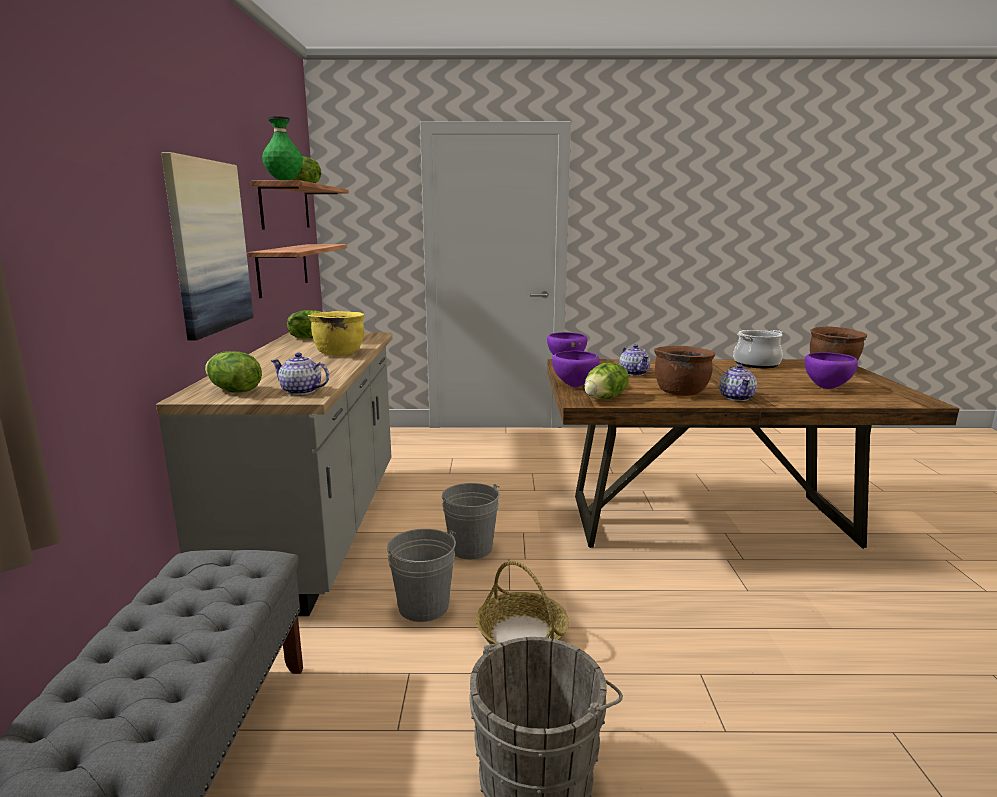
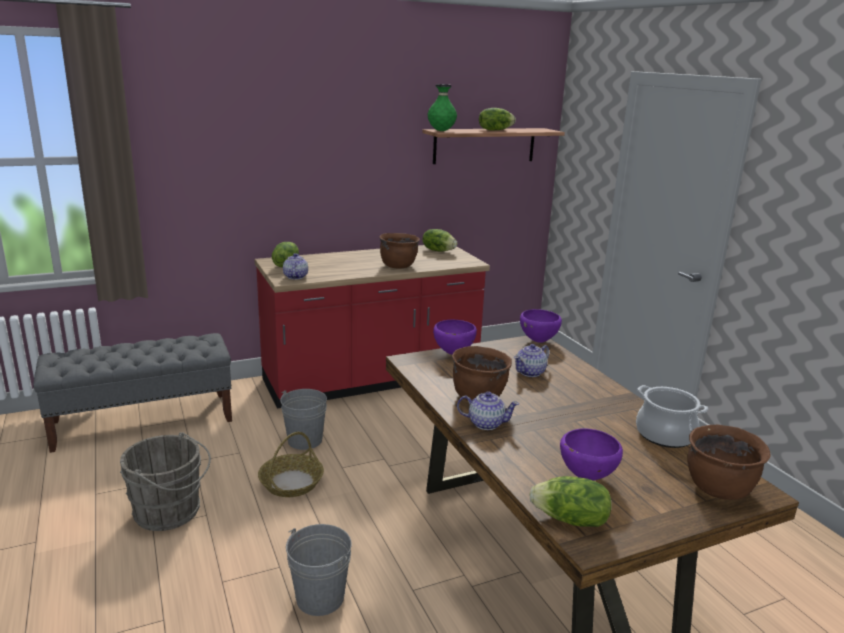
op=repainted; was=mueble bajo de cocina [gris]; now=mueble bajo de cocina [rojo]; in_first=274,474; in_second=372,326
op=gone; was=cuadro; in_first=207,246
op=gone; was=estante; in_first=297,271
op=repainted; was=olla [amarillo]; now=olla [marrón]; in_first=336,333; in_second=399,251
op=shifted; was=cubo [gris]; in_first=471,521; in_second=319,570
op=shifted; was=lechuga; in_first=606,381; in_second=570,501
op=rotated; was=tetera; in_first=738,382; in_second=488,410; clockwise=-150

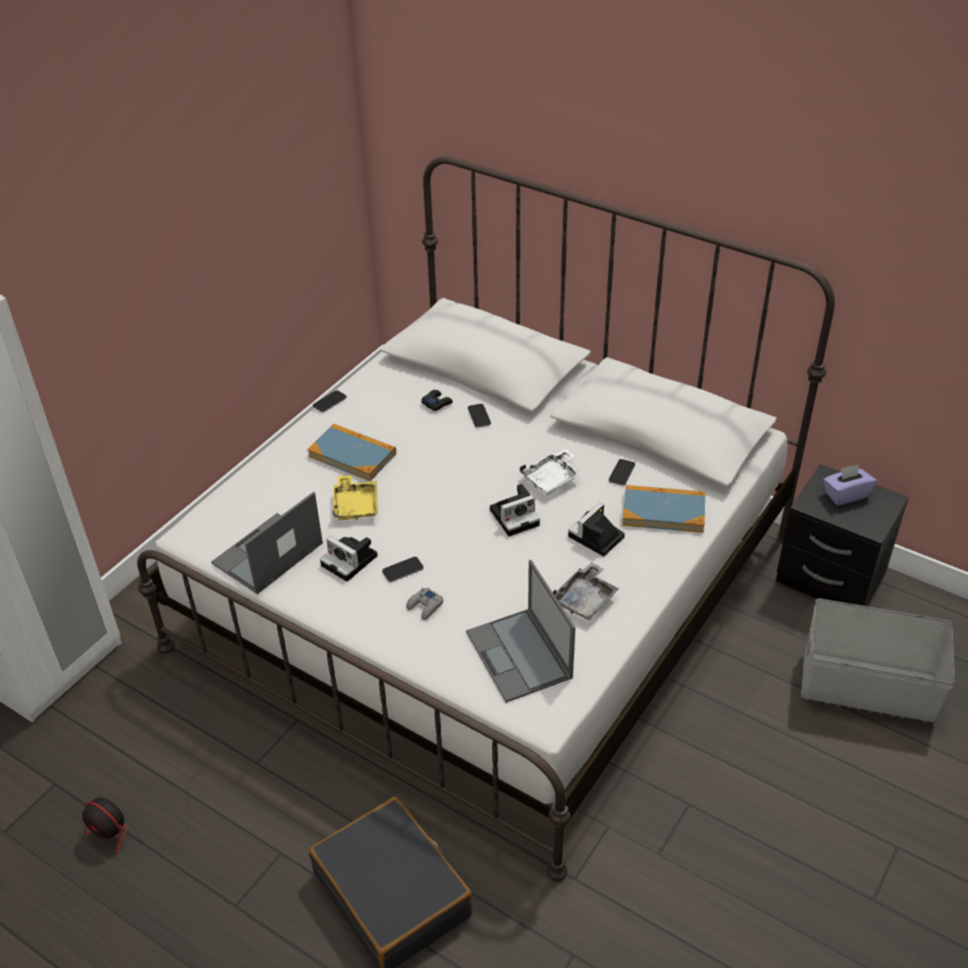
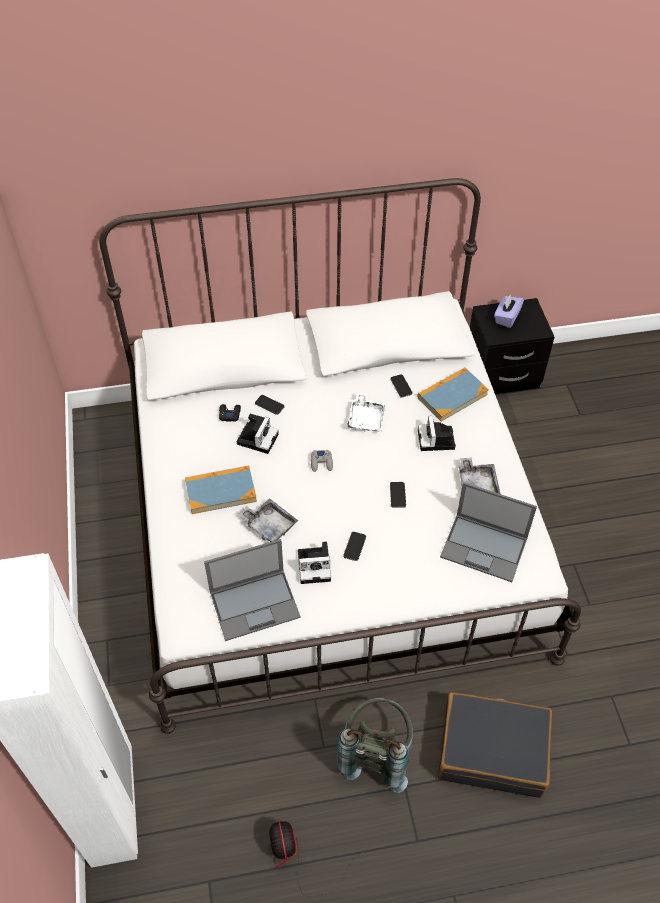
op=rotated; was=ventilador; in_first=140,813; in_second=320,859; clockwise=90
op=rotated; was=portátil; in_first=267,543; in_second=252,590; clockwise=-105
op=shifted; was=móvil; in_first=330,401; in_second=398,495
op=repainted; was=bandeja [amarillo]; now=bandeja [gris]; in_first=355,497; in_second=268,520
op=shifted; was=mando de consola [gris]; in_first=424,604; in_second=322,461
op=shifted; was=cámara; in_first=515,510; in_second=258,434
op=gone; was=caja de almacenaje [gris]; in_first=878,660
op=new; now=mochila [gris]; in_second=375,745

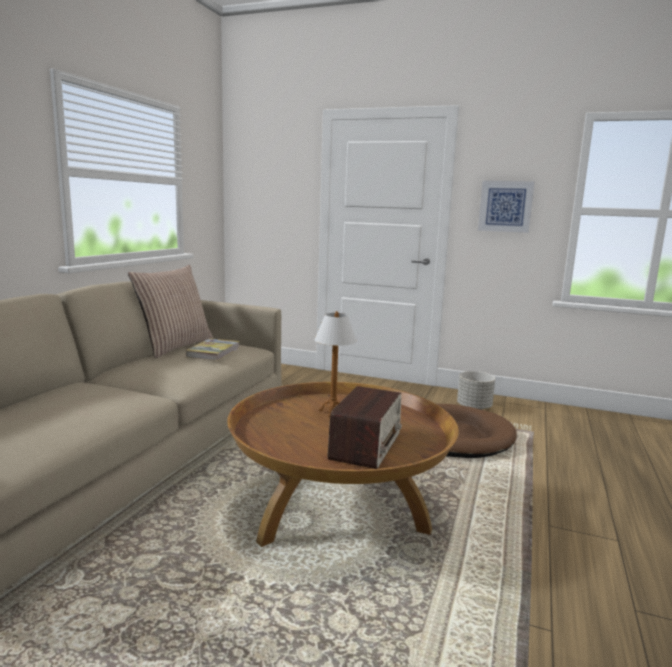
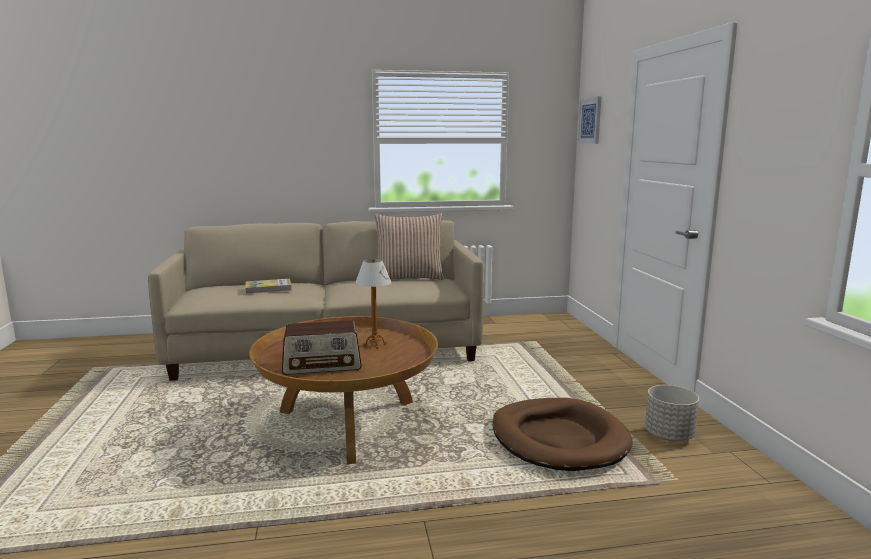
op=shifted; was=libro; in_first=213,349; in_second=268,286
op=shifted; was=cuadro; in_first=506,207; in_second=589,120

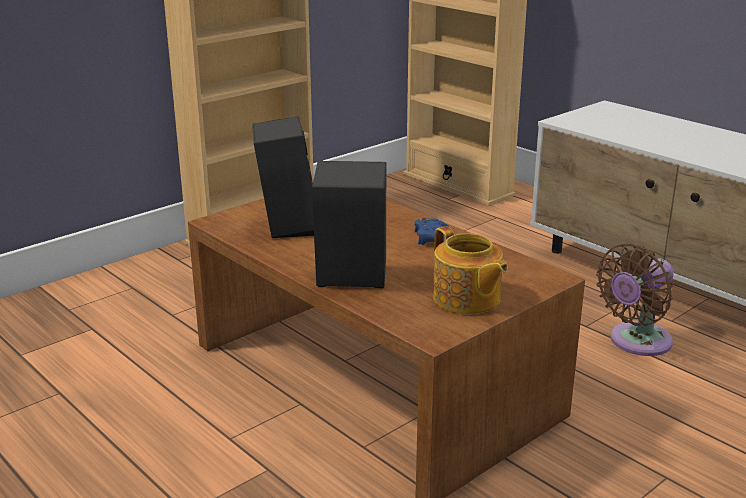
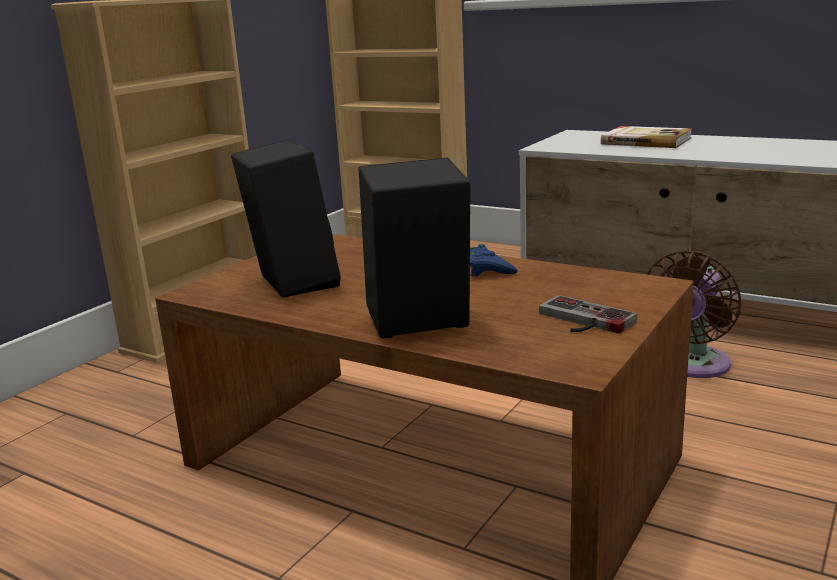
op=swapped; was=tetera; now=mando de consola; in_first=470,270; in_second=588,314
op=new; now=libro; in_second=646,137

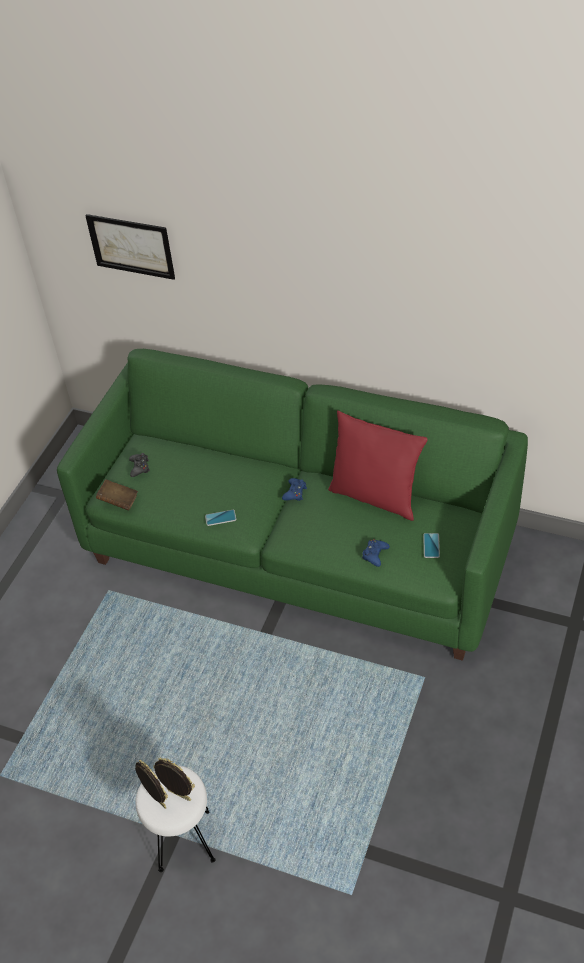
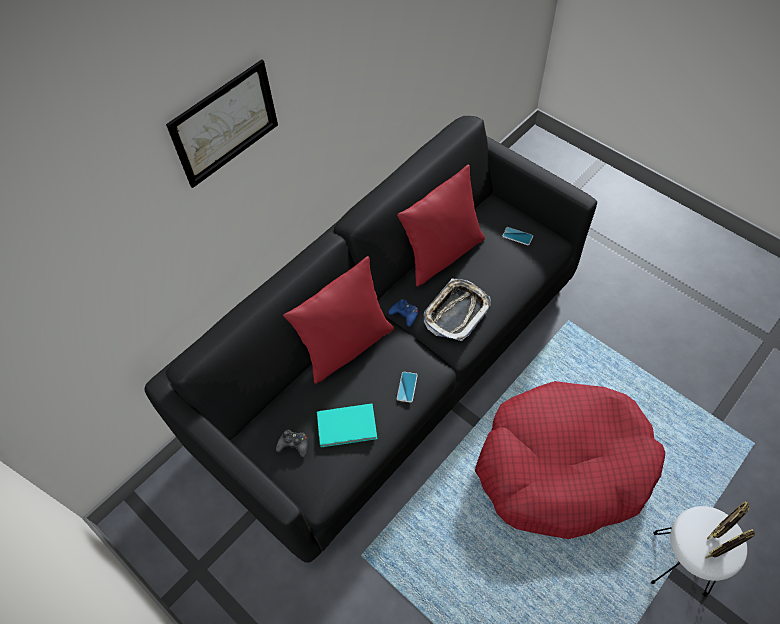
op=repainted; was=sofá [verde]; now=sofá [negro]; in_first=292,505; in_second=371,339
op=shifted; was=cuadro; in_first=130,247; in_second=222,124
op=gone; was=libro [marrón]; in_first=117,495
op=gone; was=mando de consola [azul]; in_first=376,553
op=new; now=cojín [rojo]; in_second=338,320
op=new; now=libro [turquesa]; in_second=347,425
op=new; now=bandeja; in_second=457,310
op=new; now=cama para perro [rojo]; in_second=570,460

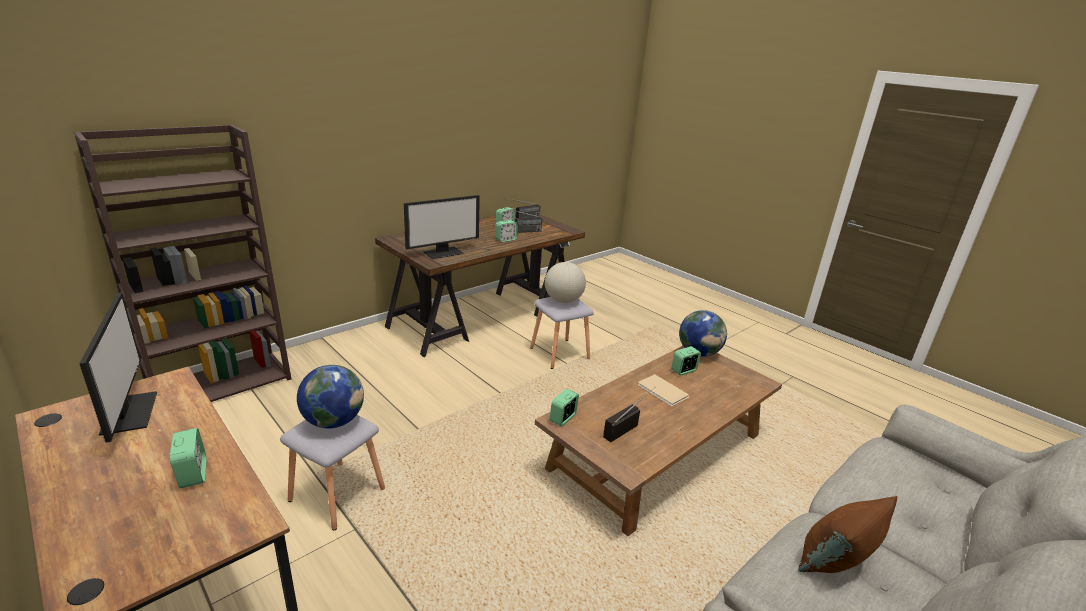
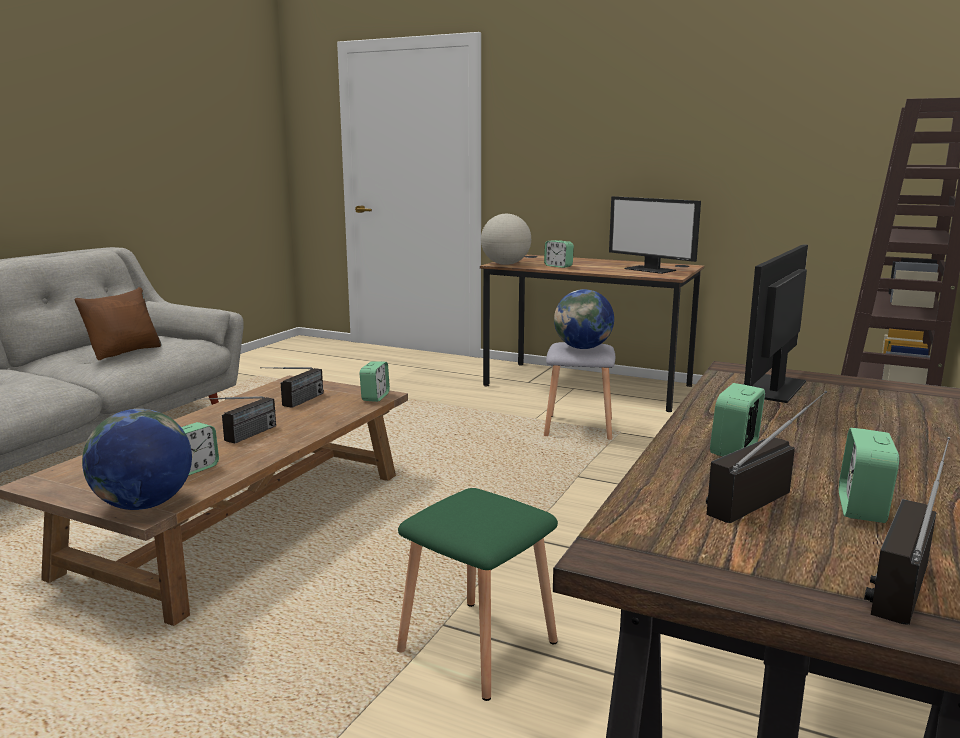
op=repainted; was=taburete [gris]; now=taburete [verde]; in_first=562,333; in_second=477,594
op=shifted; was=globo terráqueo; in_first=565,282; in_second=506,239
op=swapped; was=libro [beis]; now=radio; in_first=664,390; in_second=235,419

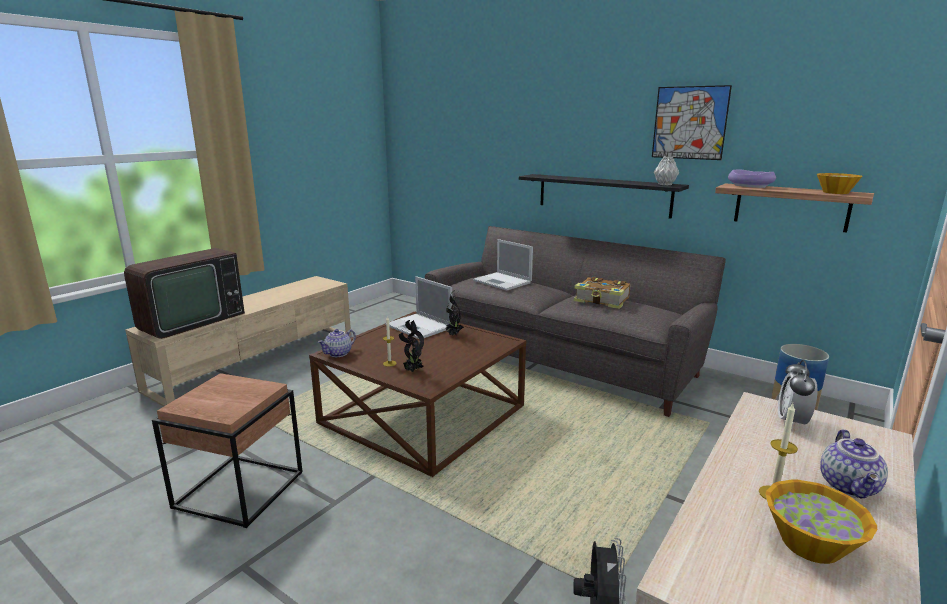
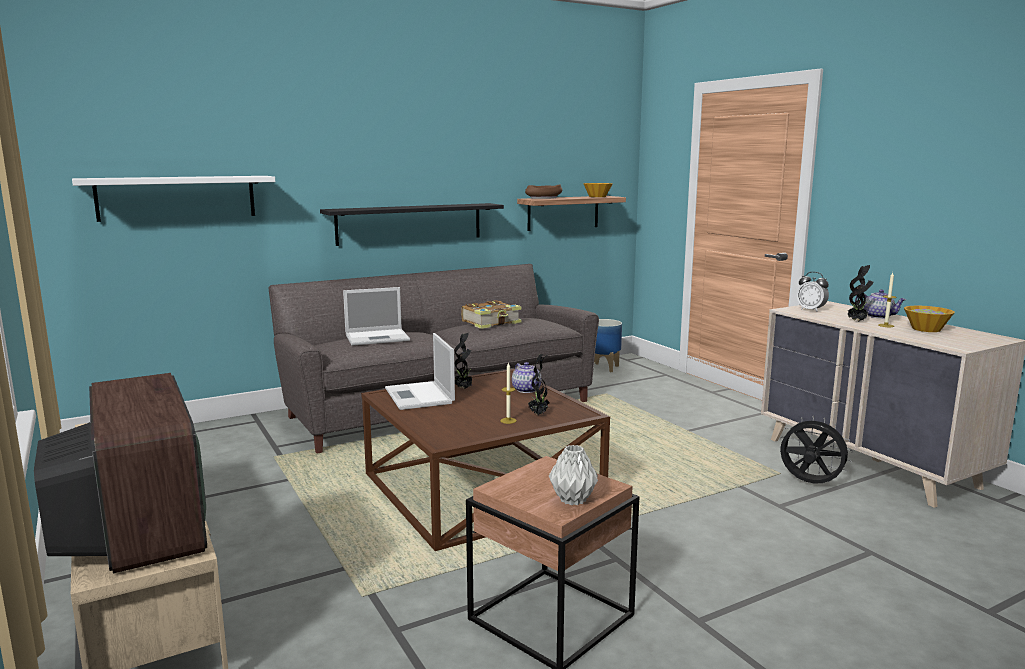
op=shifted; was=tetera; in_first=337,343; in_second=526,377
op=rotated; was=portátil; in_first=419,307; in_second=420,371; clockwise=90
op=gone; was=cuadro; in_first=692,122
op=shifted; was=florero [gris]; in_first=666,171; in_second=573,475
op=repainted; was=cuenco [morado]; now=cuenco [marrón]; in_first=752,179; in_second=543,191
op=new; now=estante [blanco]; in_second=173,199
op=new; now=planta en maceta; in_second=860,293

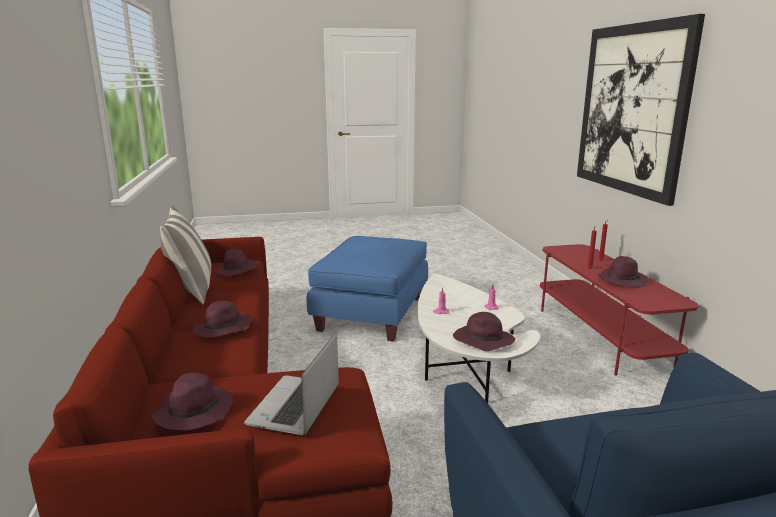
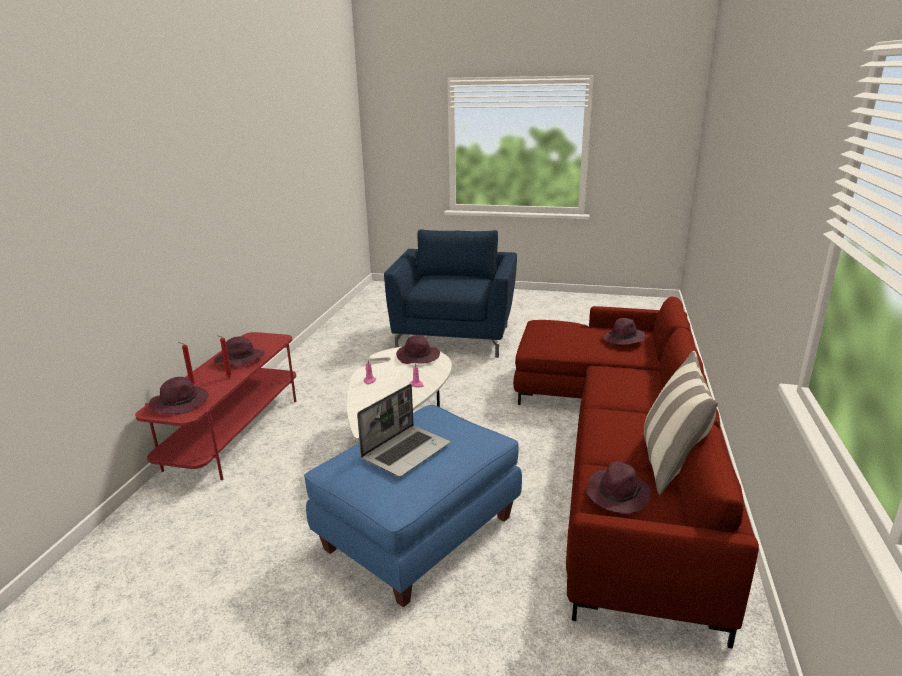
op=shifted; was=sombrero [morado]; in_first=222,319; in_second=179,395
op=shifted; was=portátil; in_first=291,383; in_second=403,430
op=gone; was=cuadro; in_first=641,110

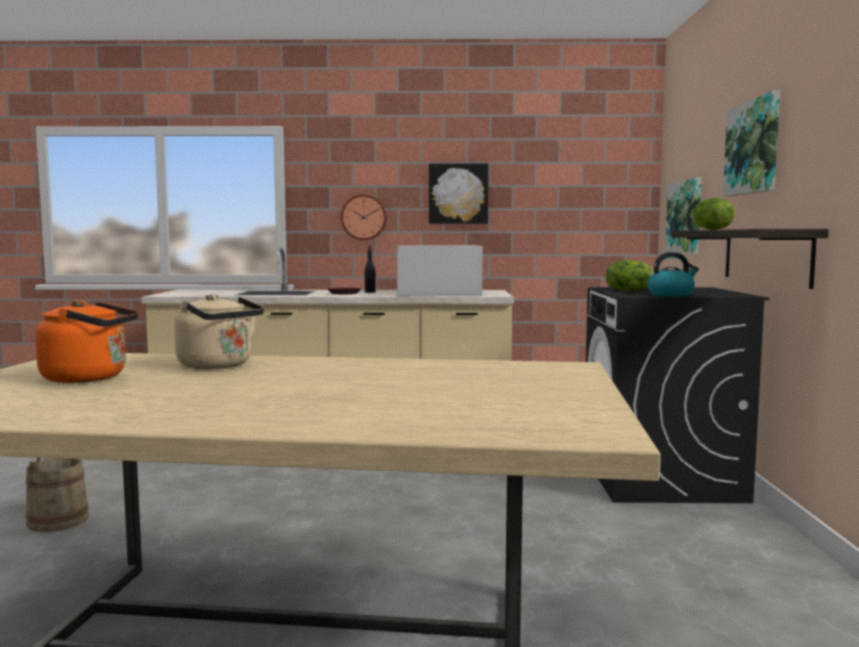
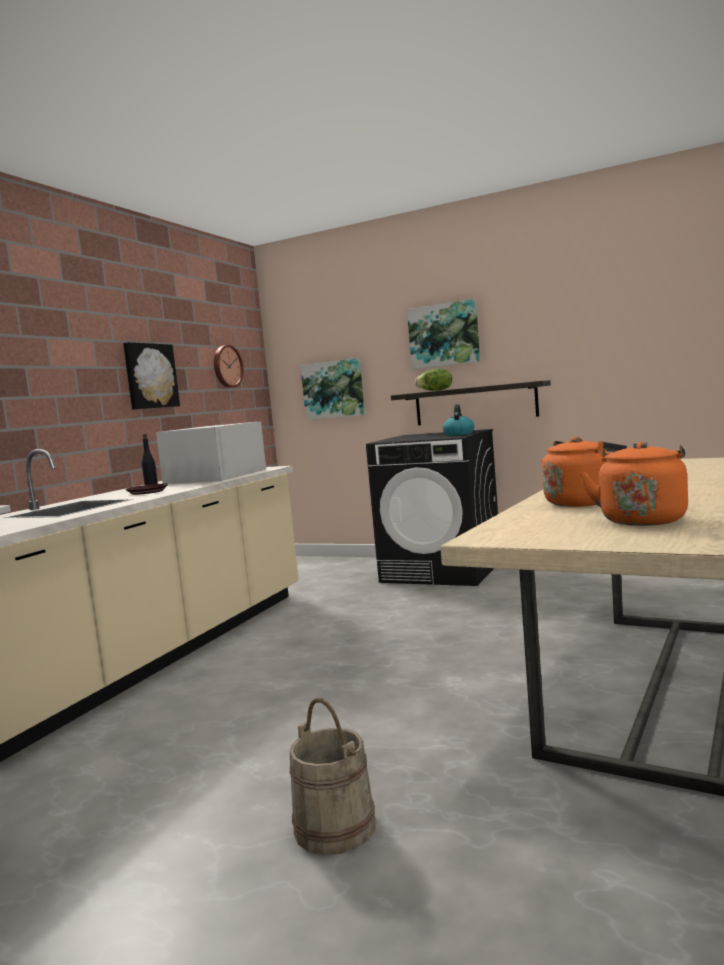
op=repainted; was=hervidor [beis]; now=hervidor [naranja]; in_first=219,331; in_second=584,472
op=shifted; was=reloj de pared; in_first=364,217; in_second=229,366
op=gone; was=lechuga; in_first=630,275

